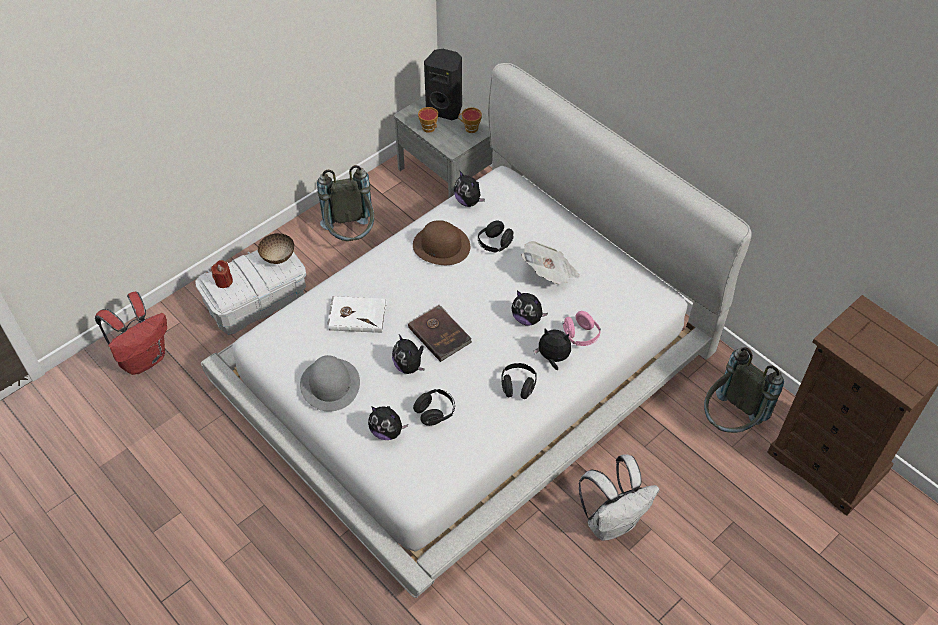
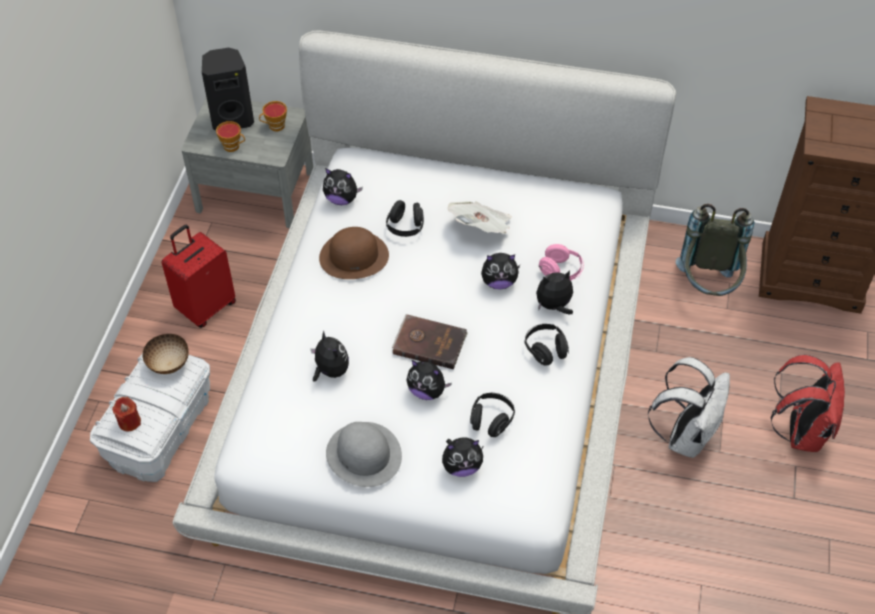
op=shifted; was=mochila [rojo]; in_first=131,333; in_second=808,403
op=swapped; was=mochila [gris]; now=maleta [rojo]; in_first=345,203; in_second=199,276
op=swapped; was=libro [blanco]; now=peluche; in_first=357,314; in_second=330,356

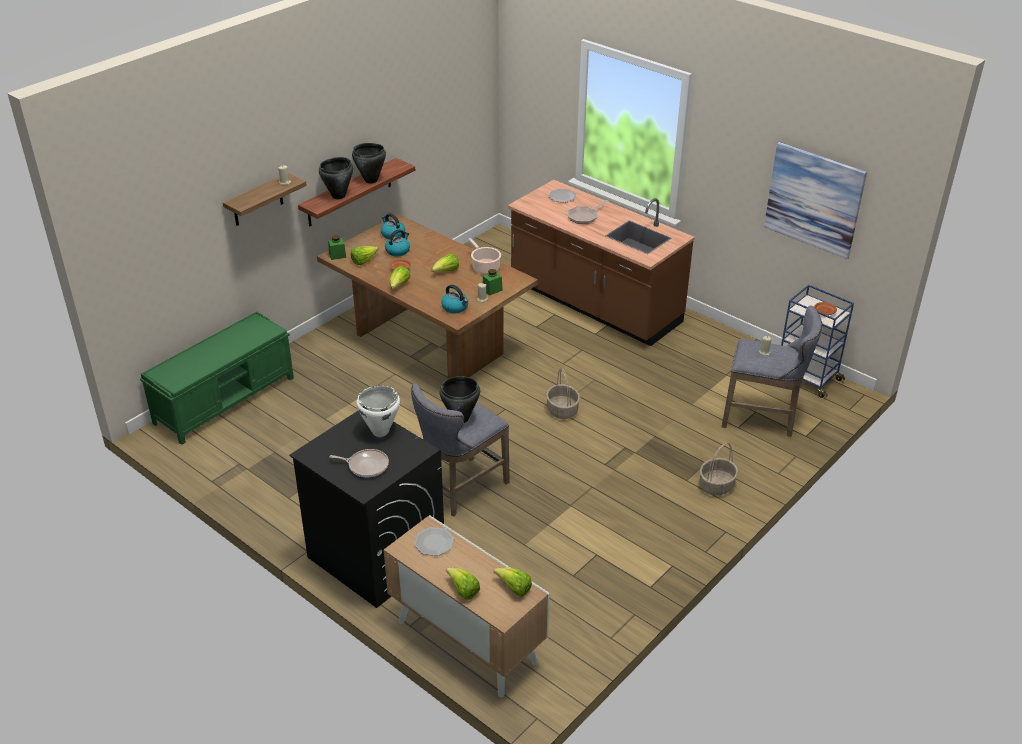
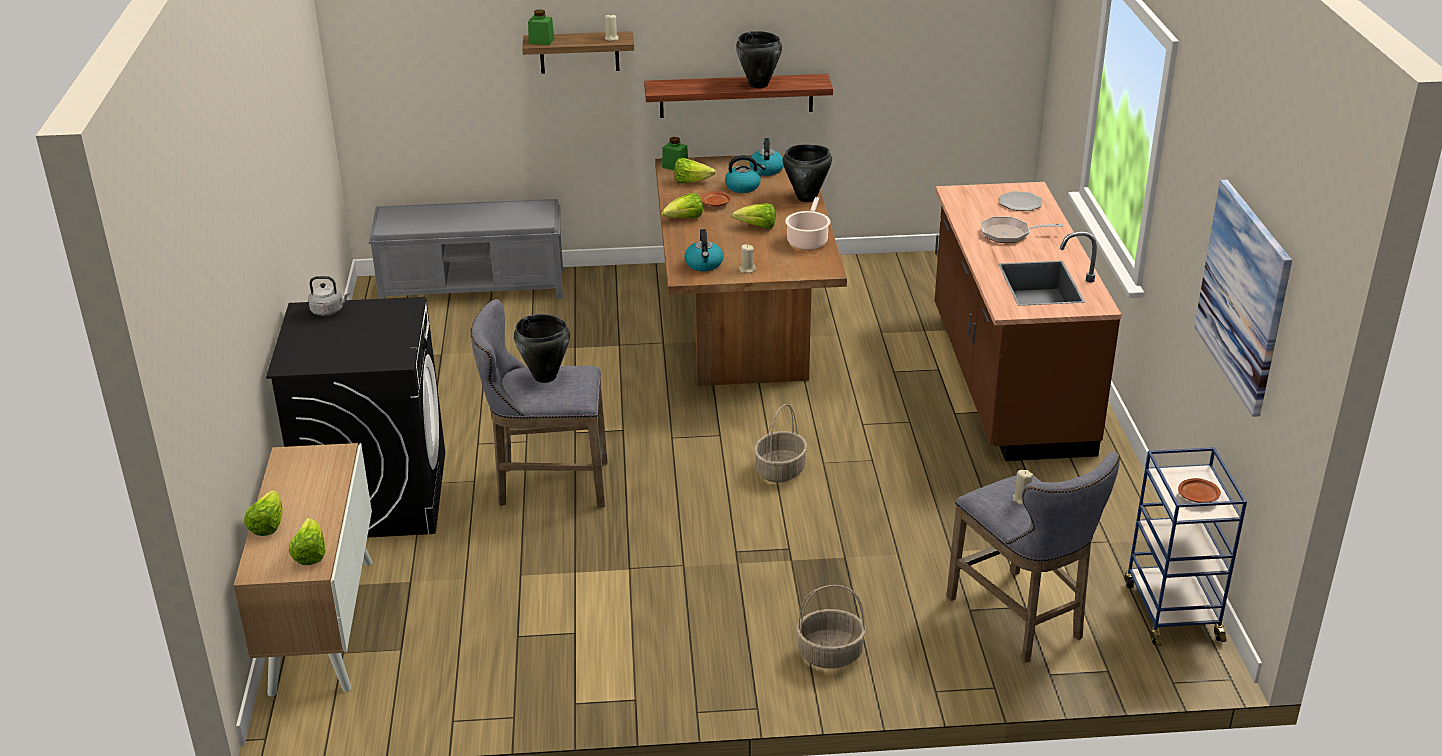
op=repainted; was=banco [verde]; now=banco [gris]; in_first=217,378; in_second=466,249
op=shifted; was=olla [negro]; in_first=336,178; in_second=807,173
op=gone; was=sartén; in_first=359,463
op=gone; was=olla [blanco]; in_first=378,411
op=gone; was=plato; in_first=434,541
op=shifted; was=tarro [verde]; in_first=493,282; in_second=541,27
op=new; now=hervidor [gris]; in_second=329,296

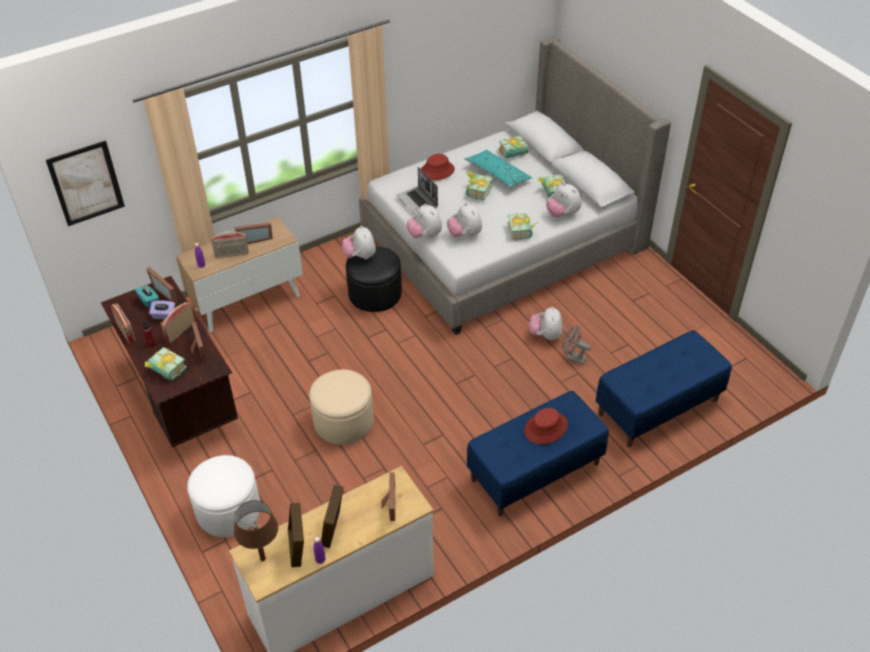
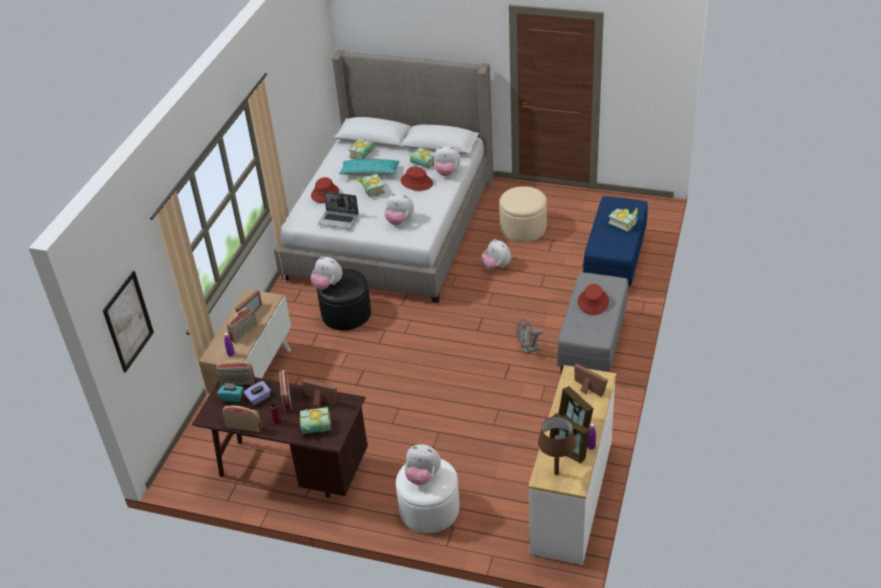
op=swapped; was=portarretratos; now=radio; in_first=161,285; in_second=235,373
op=shifted; was=puf [beis]; in_first=341,407; in_second=523,214
op=shifted; was=peluche; in_first=424,221; in_second=423,464
op=repainted; was=banco [azul]; now=banco [gris]; in_first=538,453; in_second=592,323
op=shifted; was=libro; in_first=522,227; in_second=623,220
op=shifted; was=ventilador [gris]; in_first=576,345; in_second=529,336
op=new; now=sombrero [rojo]; in_second=416,179

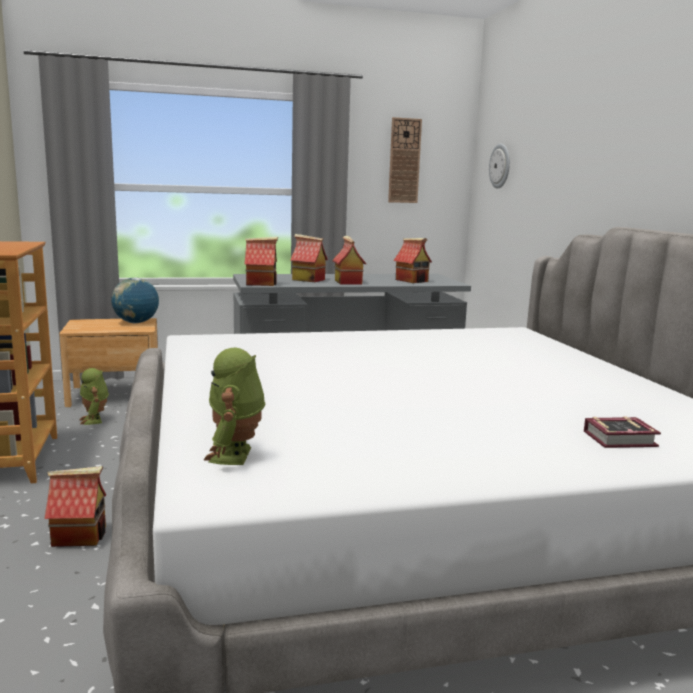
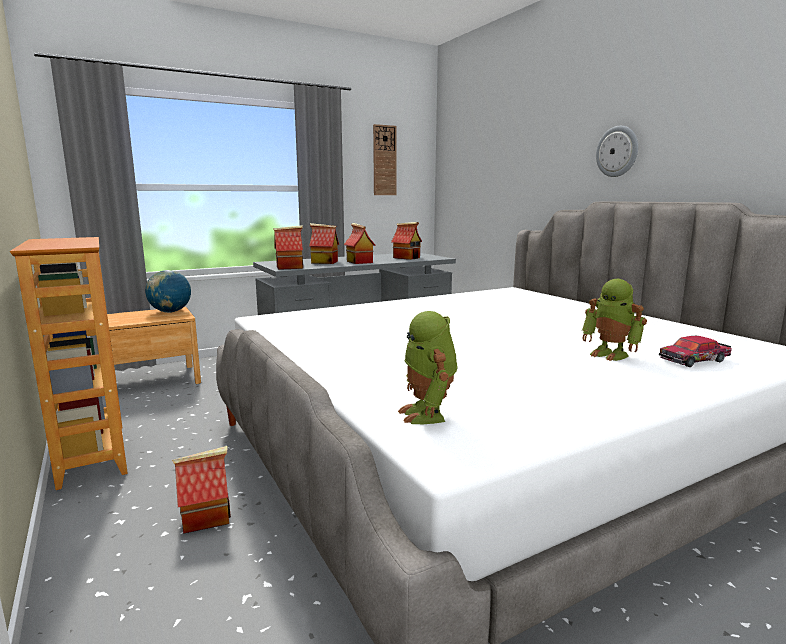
op=shifted; was=robot de juguete; in_first=94,396; in_second=614,320
op=shifted; was=reloj de pared; in_first=499,166; in_second=617,151
op=swapped; was=libro; now=coche de juguete; in_first=622,432; in_second=695,351

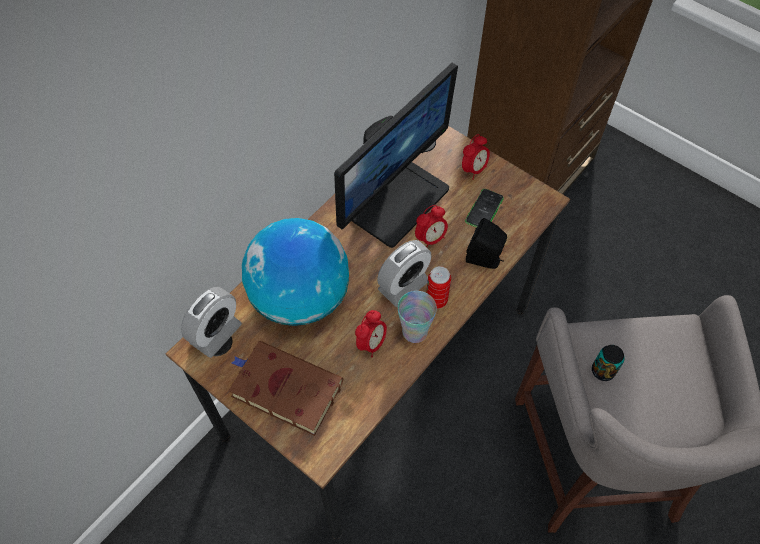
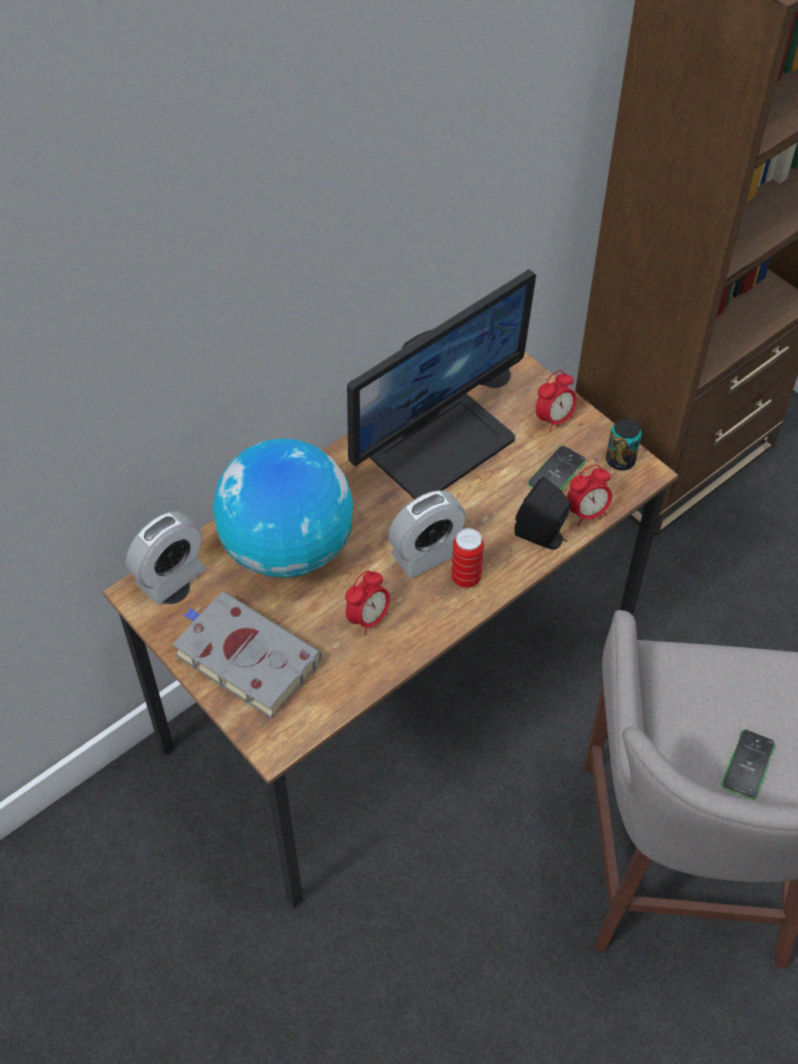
op=repainted; was=libro [marrón]; now=libro [gris]; in_first=285,388; in_second=247,654
op=gone; was=taza; in_first=417,317
op=shifted; was=despertador; in_first=431,226; in_second=589,495
op=shifted; was=lata; in_first=608,363; in_second=624,444
op=new; now=móvil; in_second=748,764

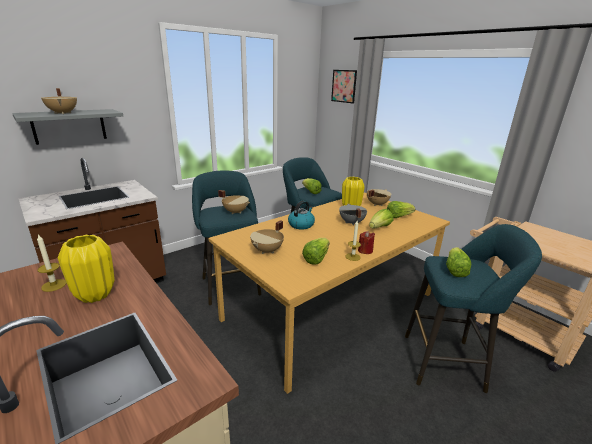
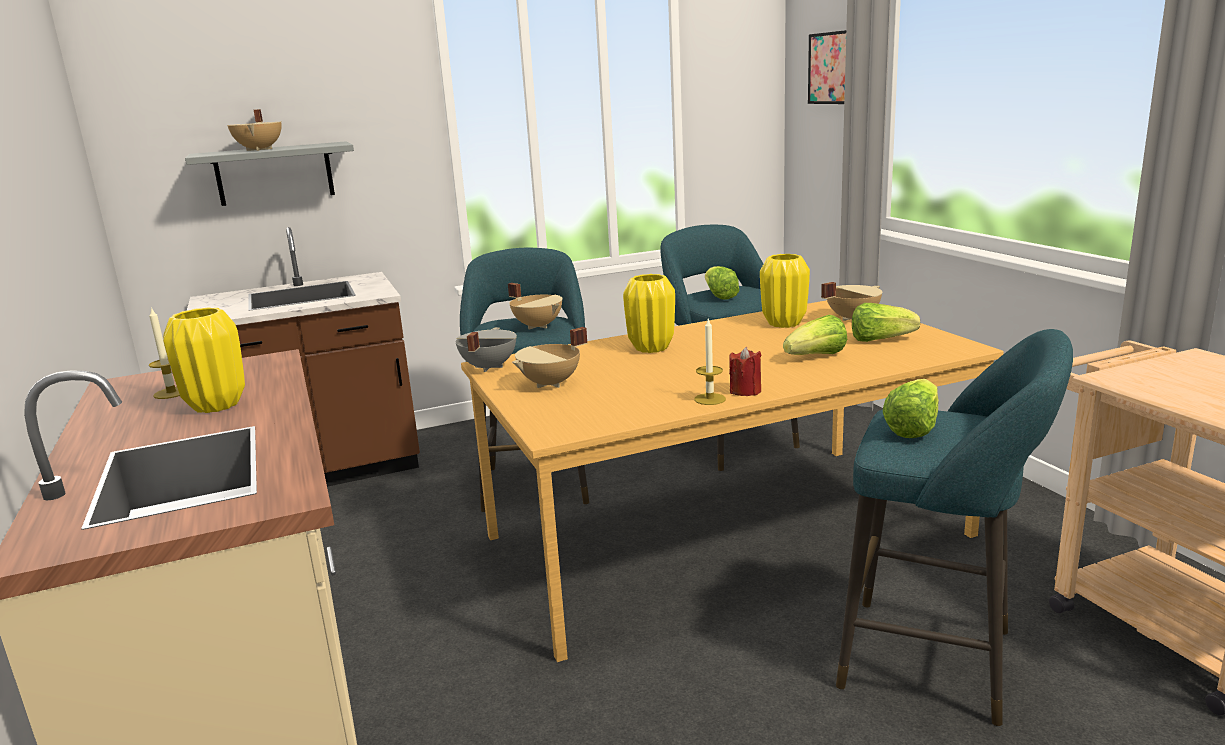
op=swapped; was=hervidor; now=florero [amarillo]; in_first=301,215; in_second=649,313
op=gone; was=lechuga; in_first=316,251
op=shifted; was=olla [gris]; in_first=353,215; in_second=486,349

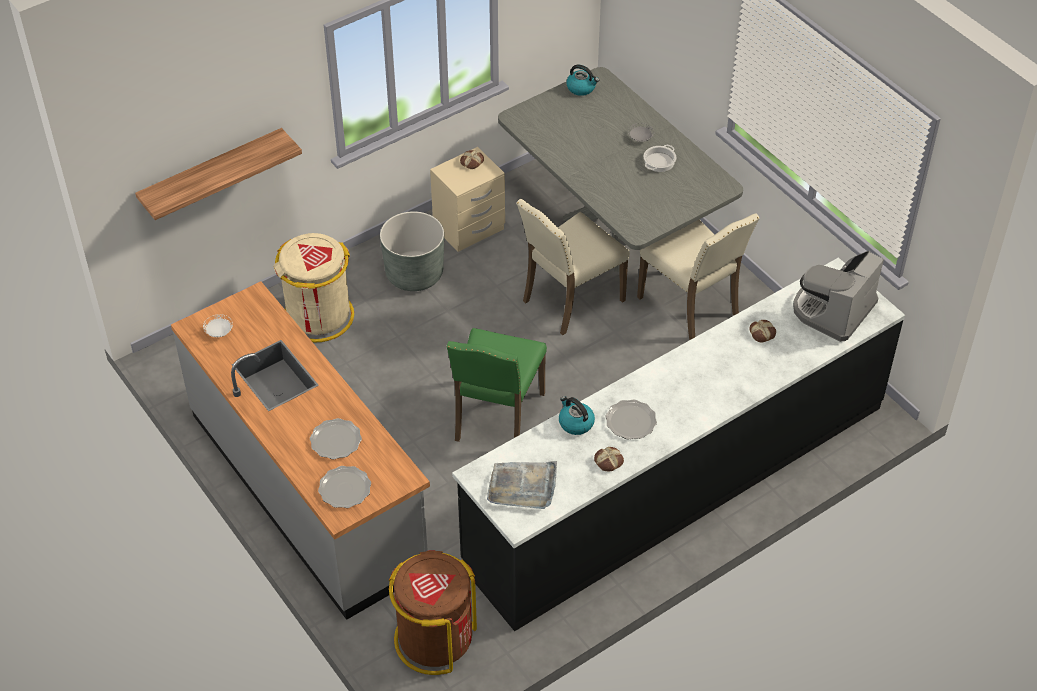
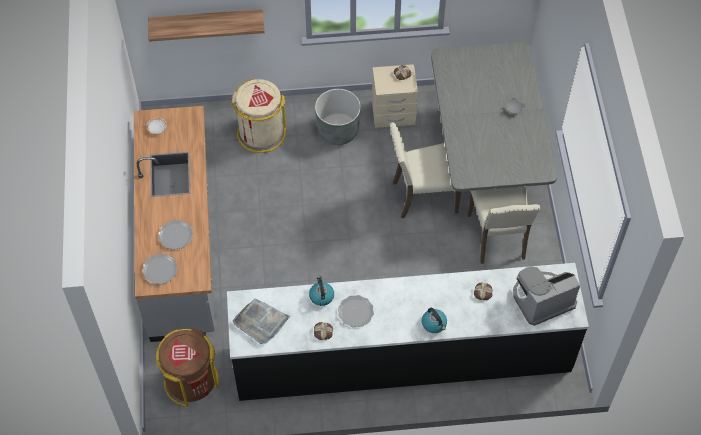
op=gone; was=silla [verde]; in_first=497,385
op=shifted; was=hervidor; in_first=582,80; in_second=434,320
op=gone; was=olla; in_first=660,158

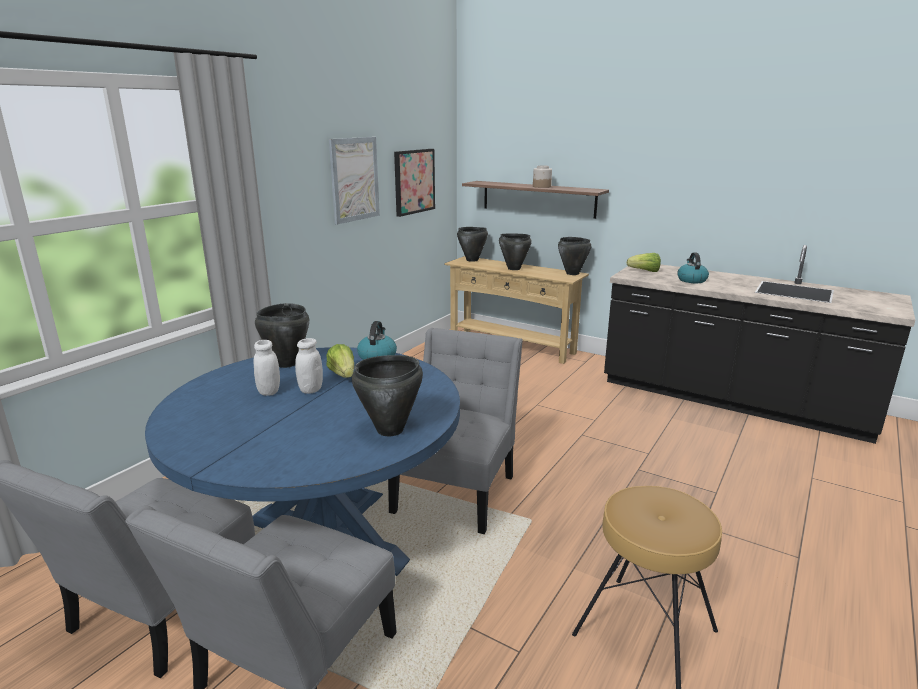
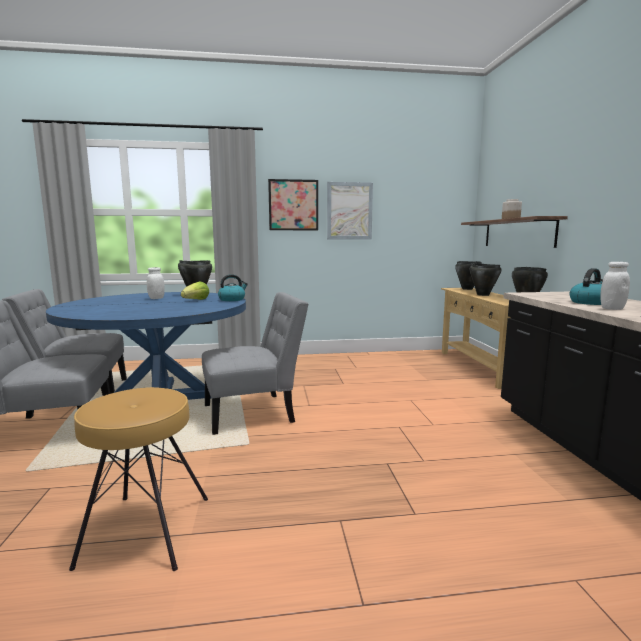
op=shifted; was=tarro [blanco]; in_first=309,366; in_second=615,286
op=gone; was=olla [negro]; in_first=387,395
op=shifted; was=cuadro; in_first=414,183; in_second=293,204
op=gone; was=lechuga; in_first=644,262

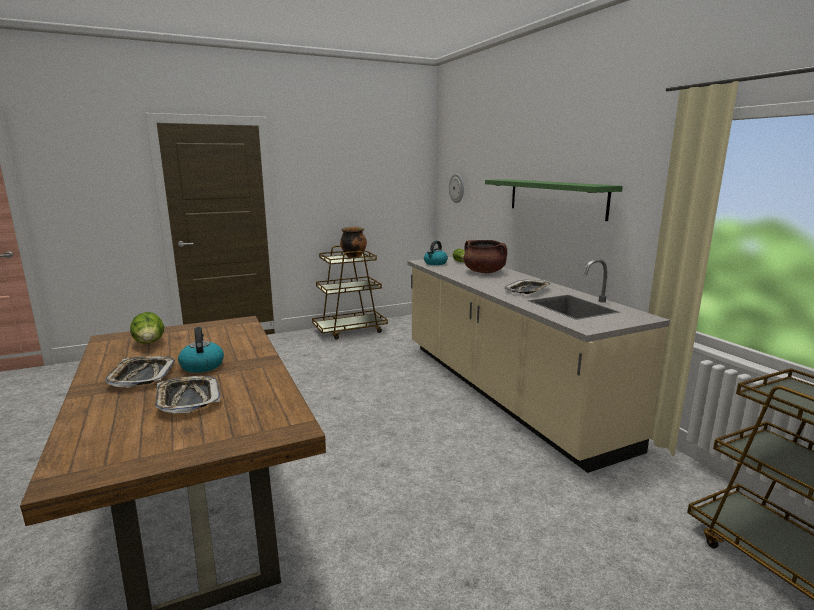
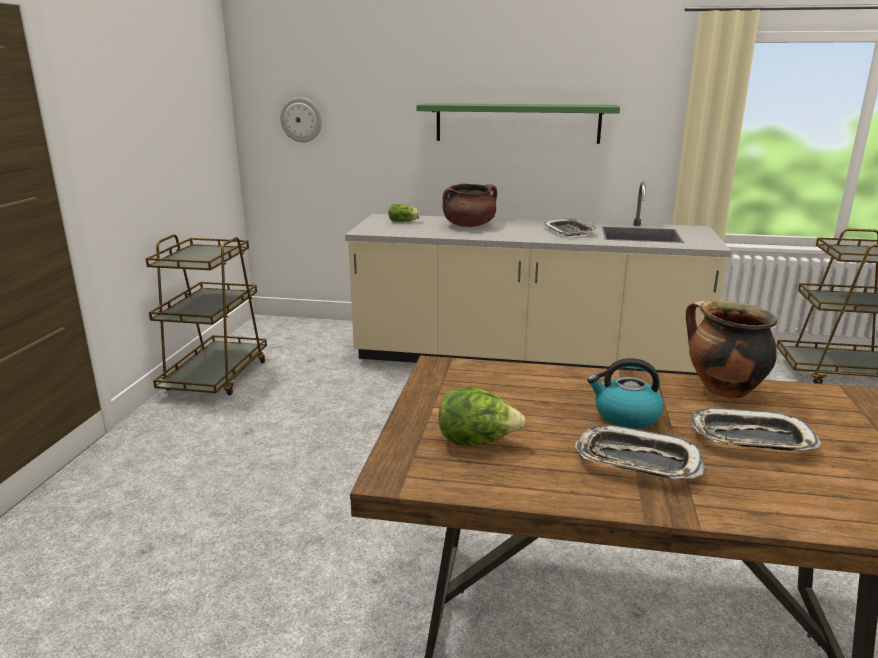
op=shifted; was=olla; in_first=353,241; in_second=731,350
op=gone; was=hervidor; in_first=436,253

